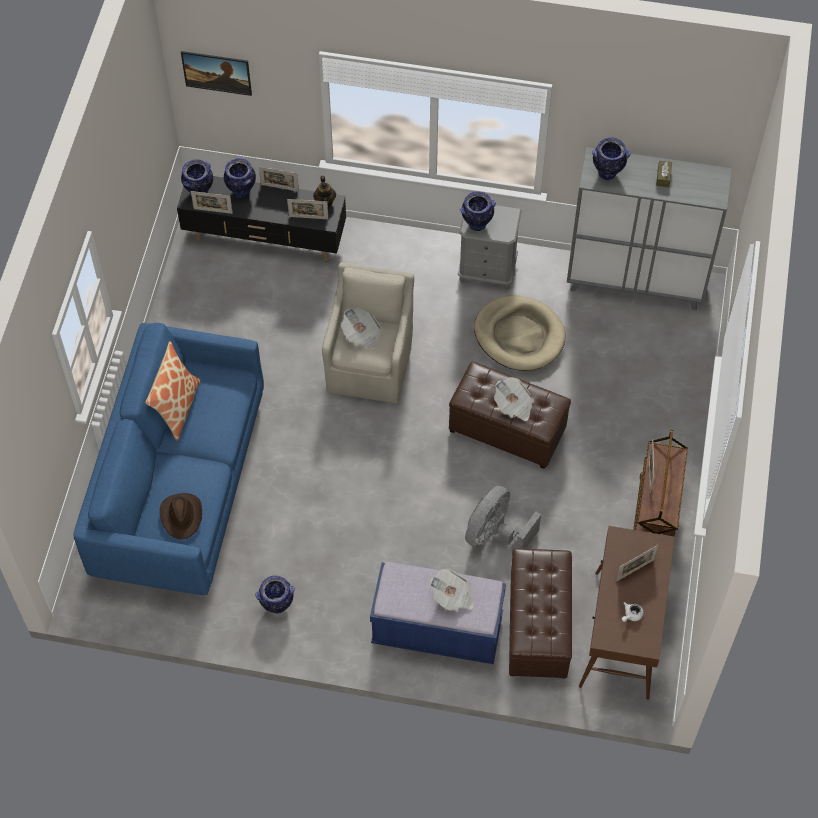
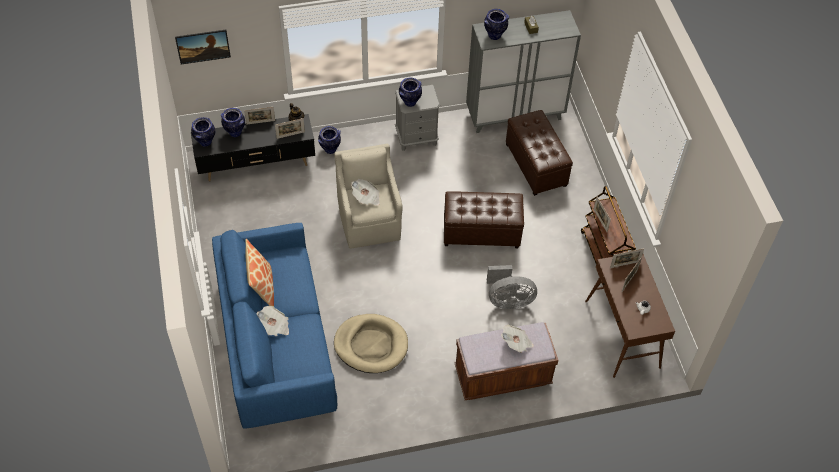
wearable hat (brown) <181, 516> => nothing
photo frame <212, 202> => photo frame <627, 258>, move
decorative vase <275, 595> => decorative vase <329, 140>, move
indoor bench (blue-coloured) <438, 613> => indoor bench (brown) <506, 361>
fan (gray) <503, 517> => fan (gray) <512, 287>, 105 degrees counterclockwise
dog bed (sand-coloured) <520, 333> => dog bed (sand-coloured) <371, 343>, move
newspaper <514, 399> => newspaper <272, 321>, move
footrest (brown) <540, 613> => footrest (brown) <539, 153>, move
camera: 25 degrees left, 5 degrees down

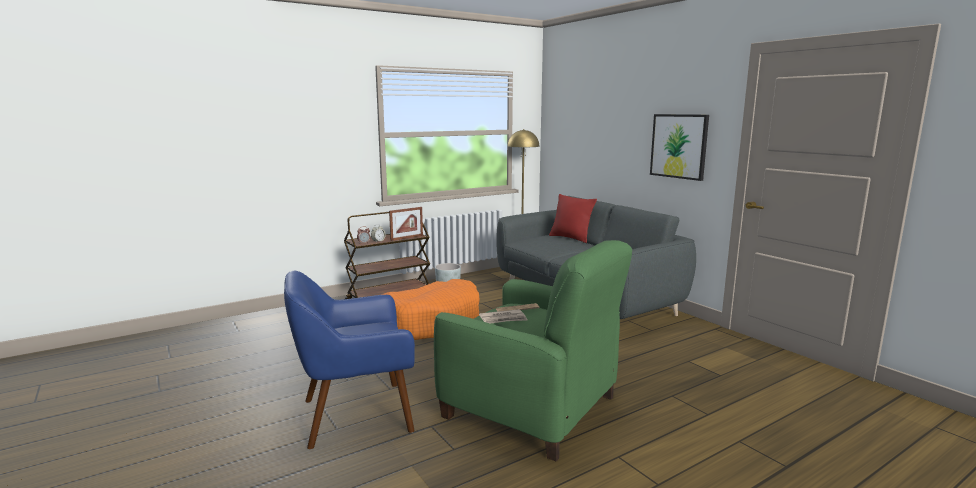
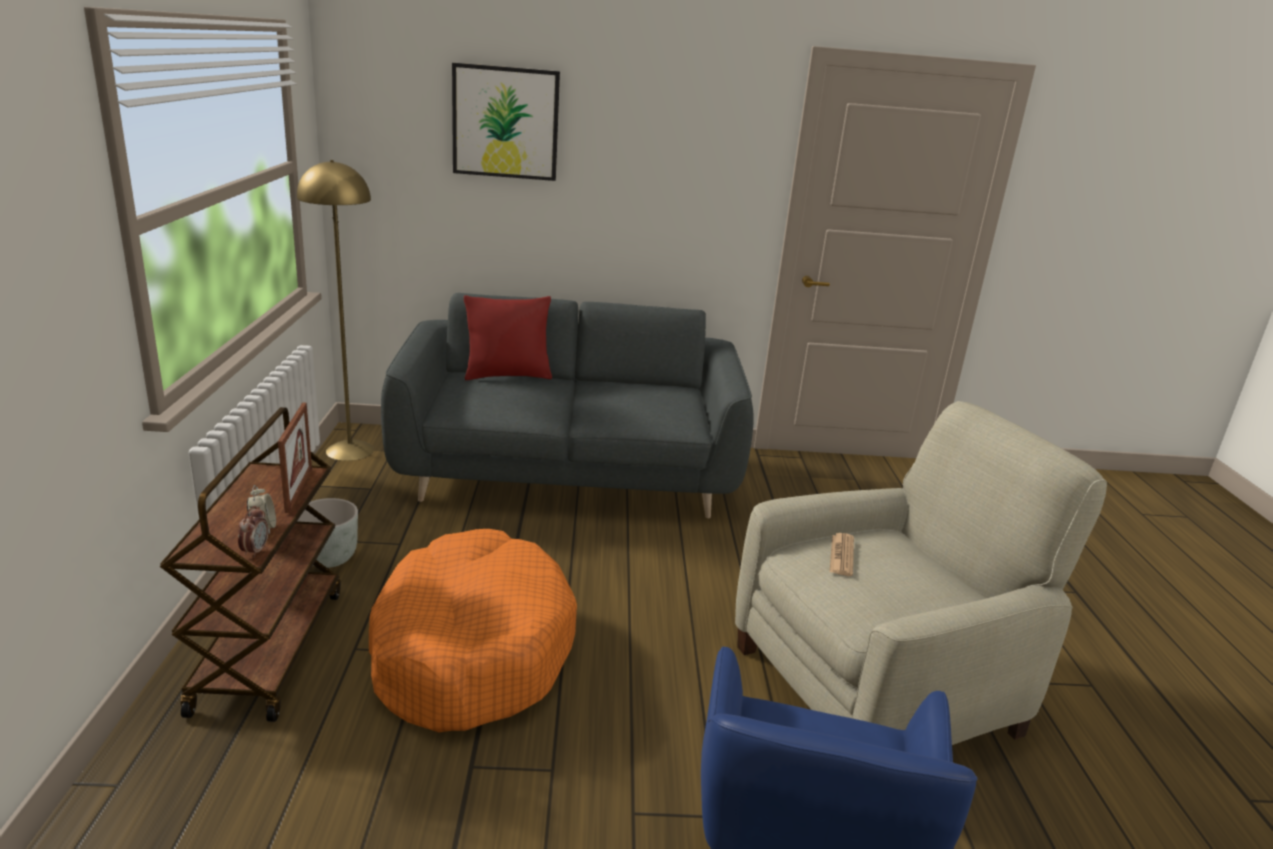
armchair (green-coloured) <533, 350> => armchair (sand-coloured) <921, 573>
newspaper <503, 316> => nothing
wall art <679, 147> => wall art <506, 122>, move
camera: 60 degrees left, 10 degrees up

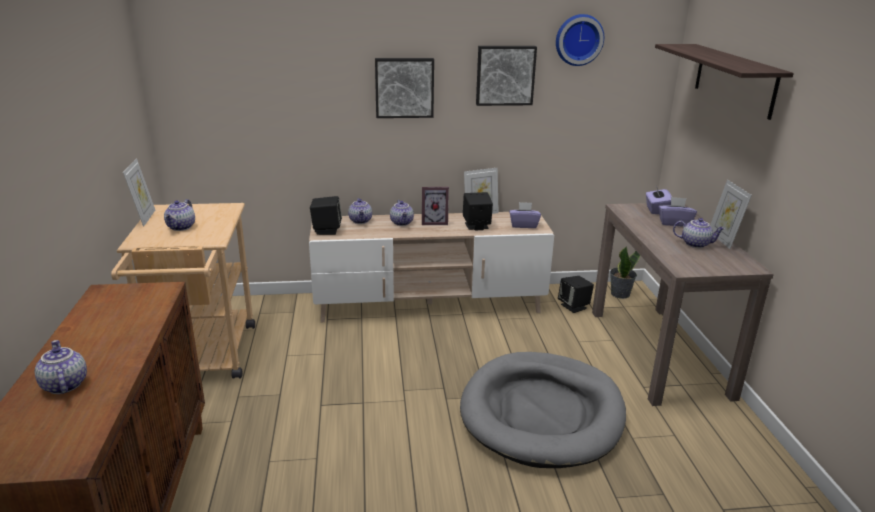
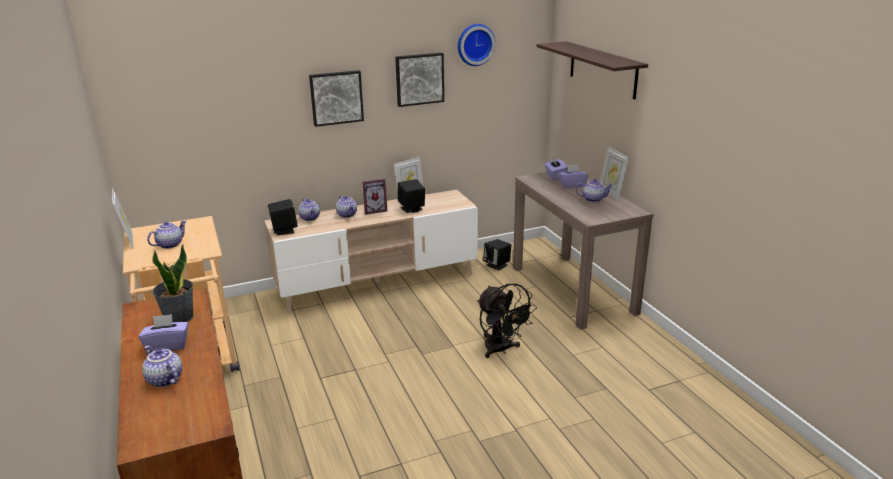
pot for tea <179, 215> => pot for tea <166, 235>, 135 degrees counterclockwise
dog bed (gray) <543, 410> => fan (black-coloured) <507, 321>
tissue box (purplish) <525, 215> => tissue box (purplish) <163, 332>, move
plant in a pot <625, 272> => plant in a pot <173, 283>, move
camera: 15 degrees left, 0 degrees up

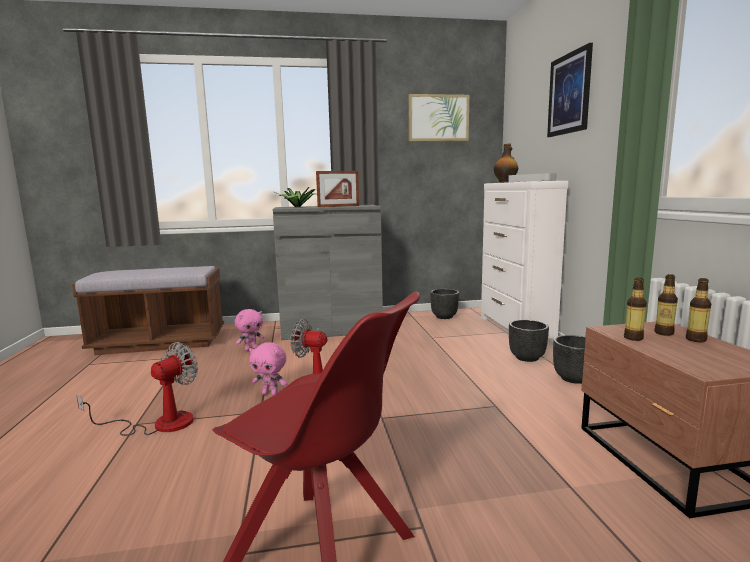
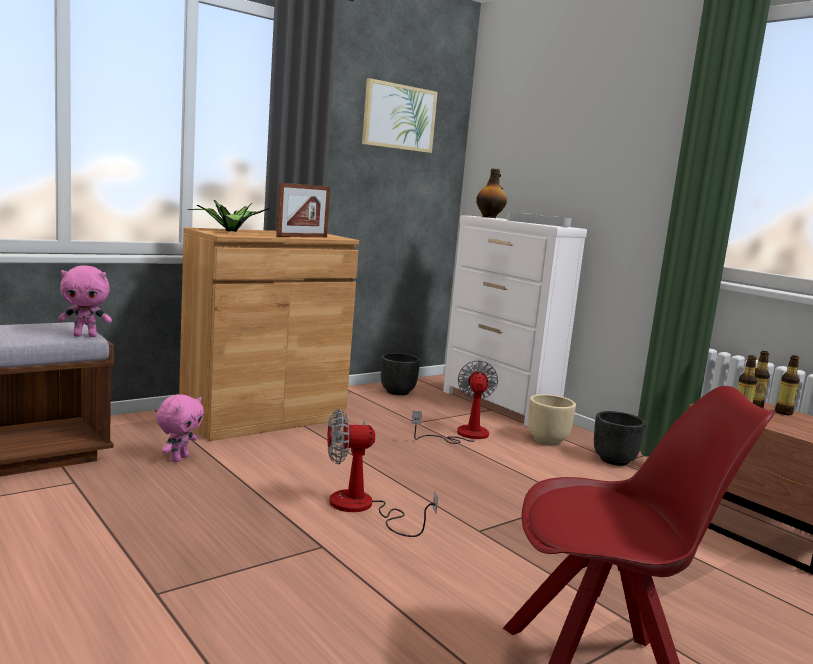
fan <137, 389> => fan <455, 402>, move
cuddly toy (pink-coloured) <268, 369> => cuddly toy (pink-coloured) <85, 301>, move
cupboard (gray) <328, 272> => cupboard (brown) <269, 334>
planter (black-coloured) <529, 341> => planter (sand-coloured) <552, 419>
wall art <570, 90> => nothing
camera: 30 degrees left, 0 degrees up

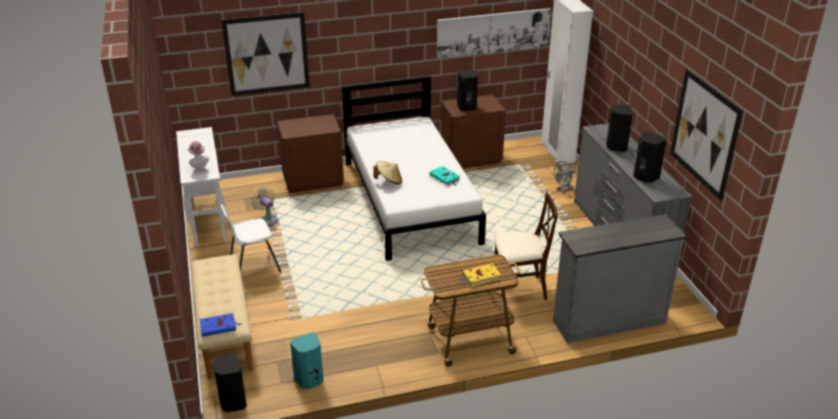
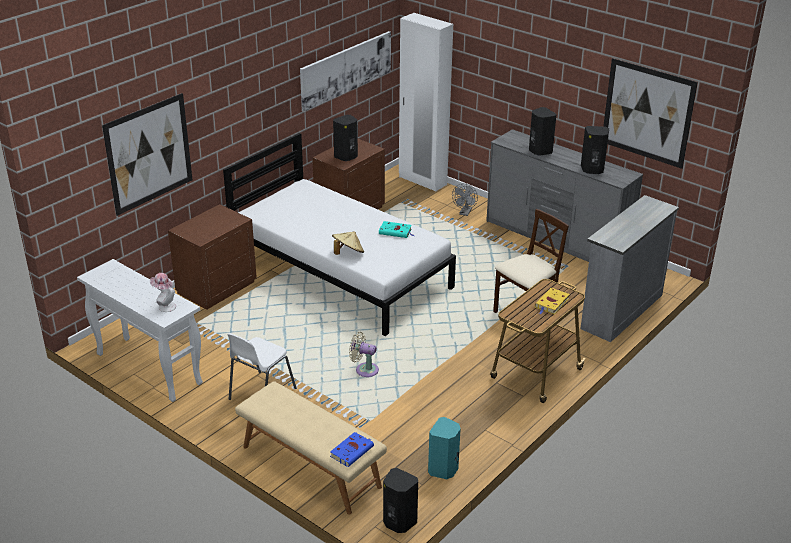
fan (sand-coloured) <264, 206> => fan (sand-coloured) <364, 354>, move
camera: 35 degrees left, 0 degrees up

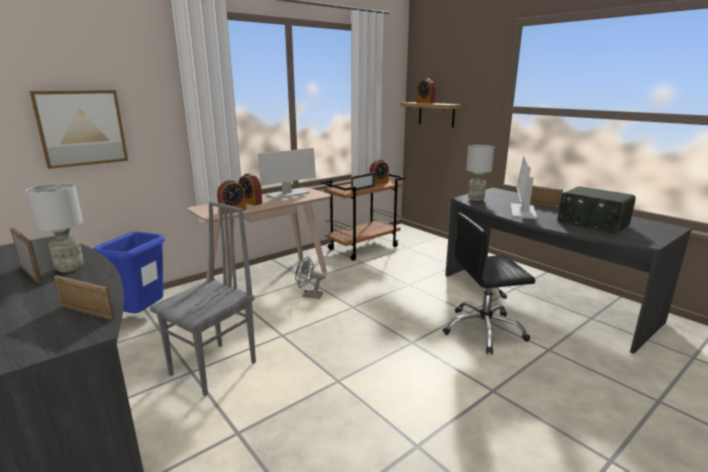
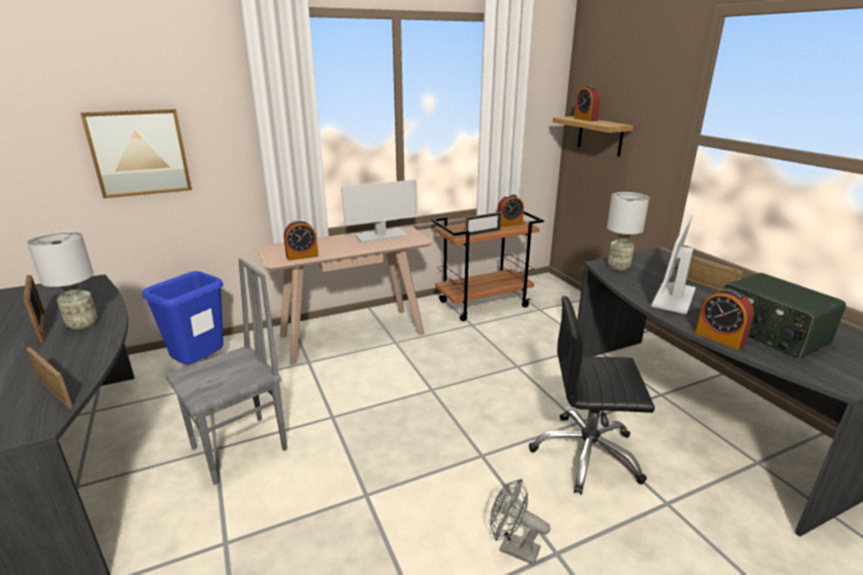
table clock <250, 189> => table clock <724, 319>, move
fan (gray) <310, 277> => fan (gray) <520, 522>, move
camera: 15 degrees right, 5 degrees up

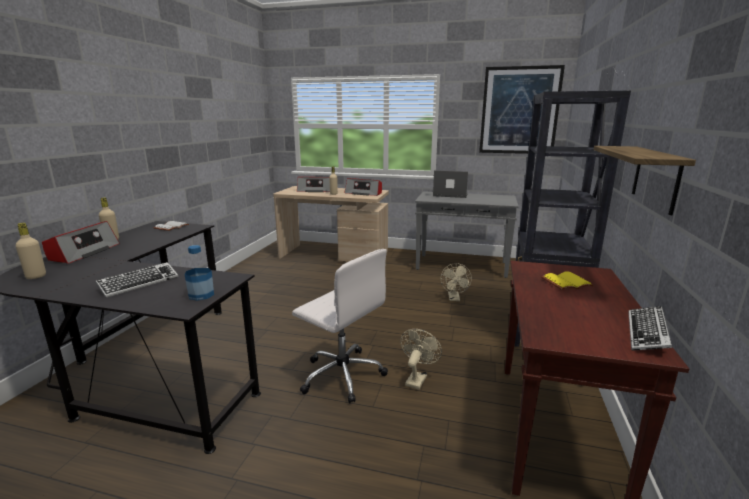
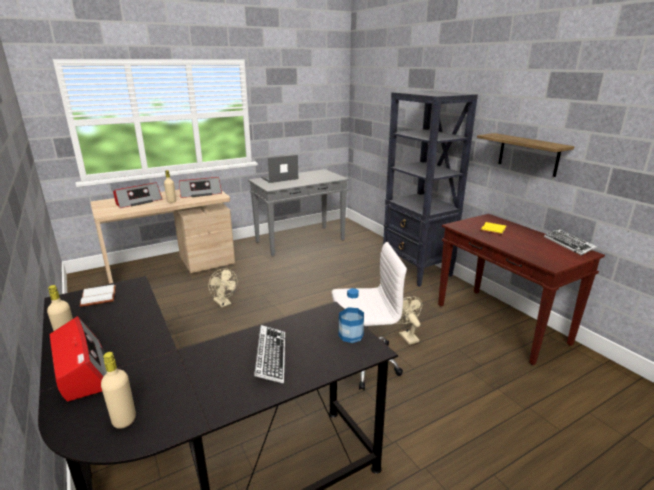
fan (sand-coloured) <456, 282> => fan (sand-coloured) <223, 287>, move
wall art <522, 109> => nothing
camera: 45 degrees left, 5 degrees up

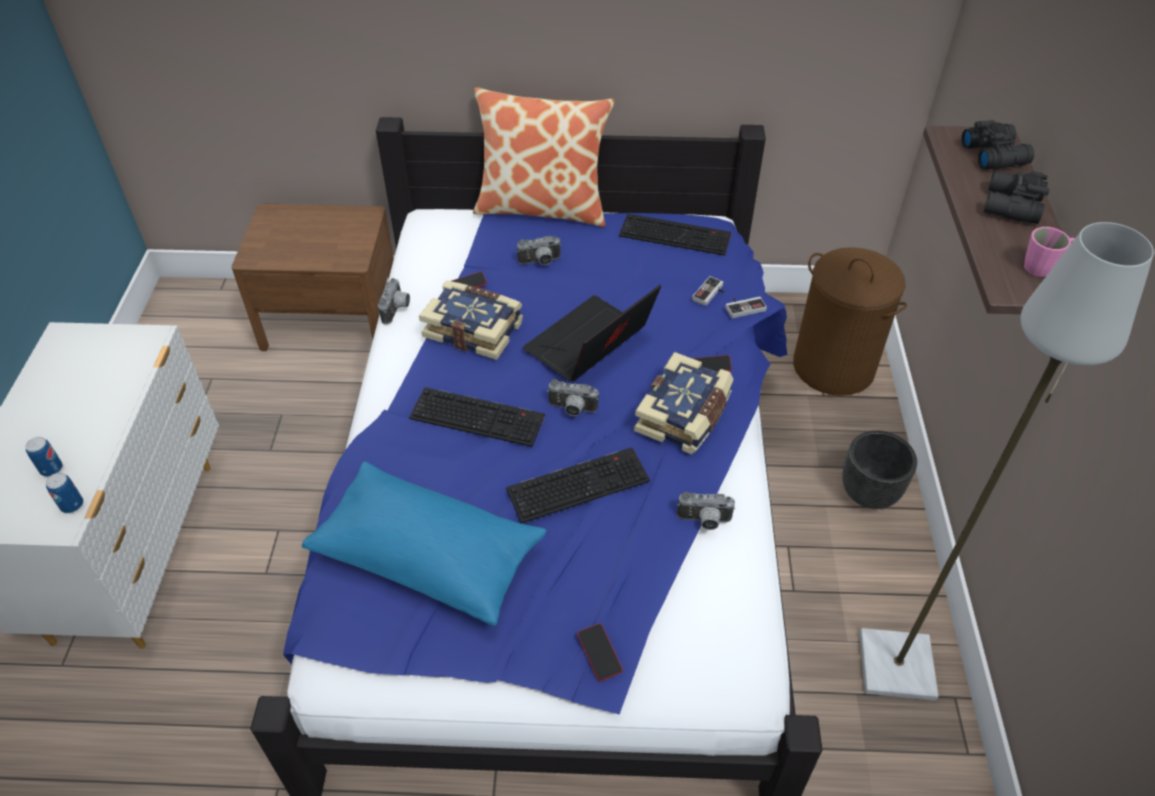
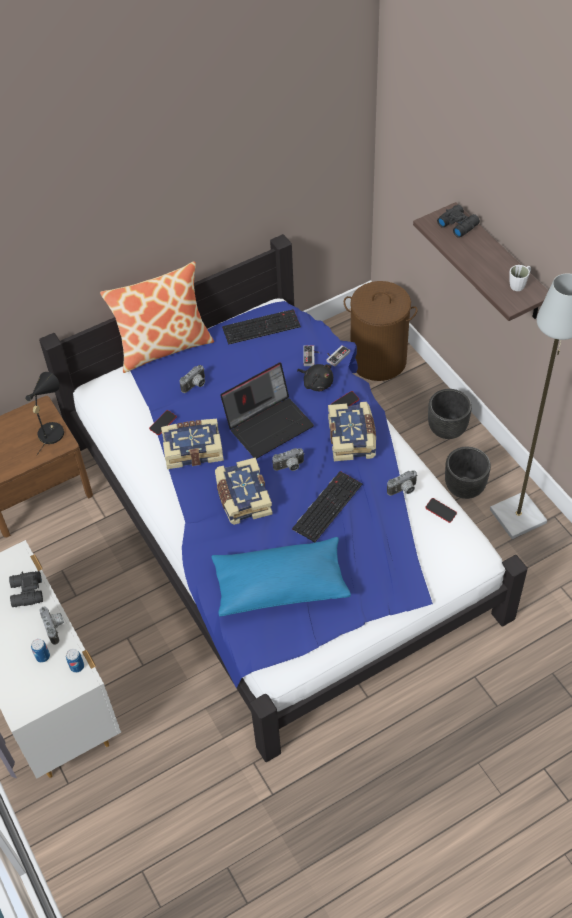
photo camera <394, 301> => photo camera <52, 626>, move
keyboard <477, 417> => volume <244, 491>
laptop <592, 333> => laptop <267, 411>, 135 degrees counterclockwise
handset <600, 652> => handset <441, 510>, move
field glasses (black-coloured) <1017, 197> => field glasses (black-coloured) <26, 589>, move
tea mug (pink-coloured) <1049, 252> => tea mug (white-coloured) <520, 278>
nothing => table lamp (black-coloured) <44, 414>
nothing => cuddly toy (black-coloured) <315, 377>
nothing => planter (black-coloured) <468, 473>
camera: 30 degrees left, 5 degrees up

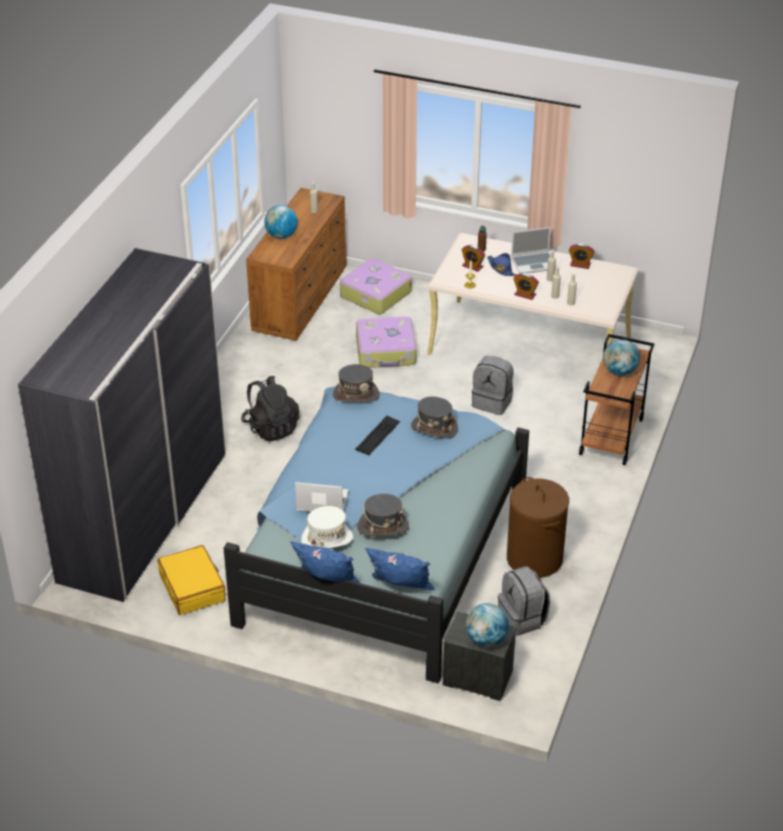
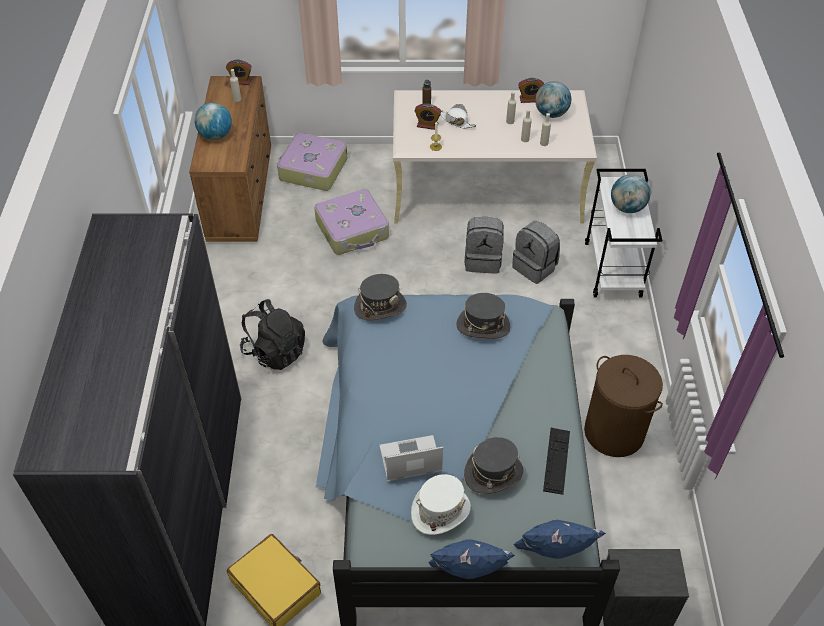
keyboard <377, 435> => keyboard <556, 461>, move
globe <487, 625> => globe <553, 99>, move
wearable hat (blue-coloured) <501, 264> => wearable hat (white-coloured) <458, 116>
backpack (gray) <524, 601> => backpack (gray) <536, 252>, move
laptop <534, 250> => nothing
table clock <526, 286> => table clock <239, 72>, move
trolley (brown) <617, 399> => trolley (white-coloured) <623, 233>
camera: 20 degrees left, 10 degrees up

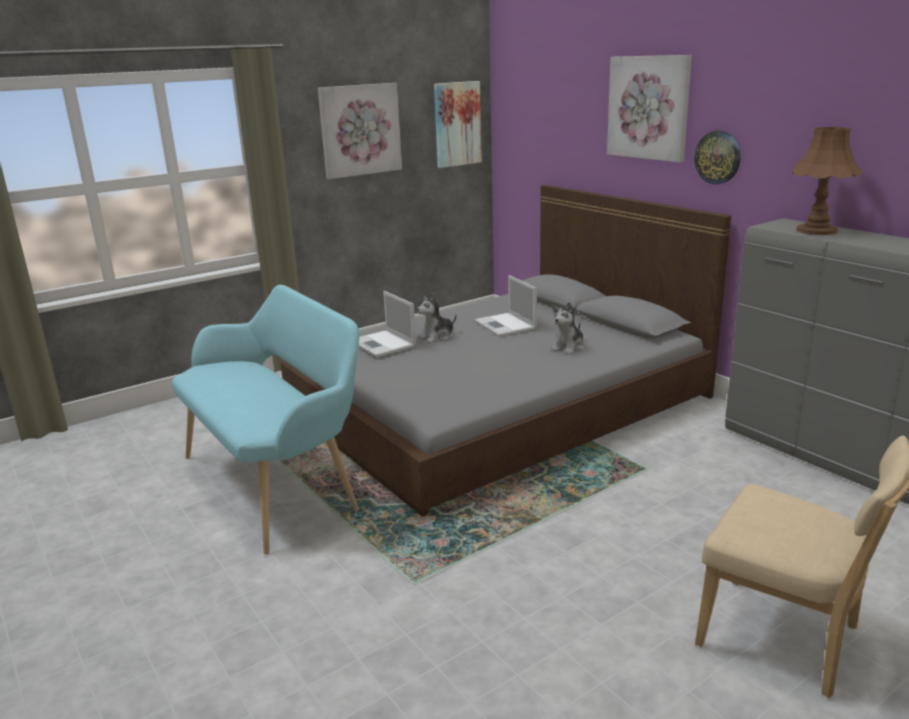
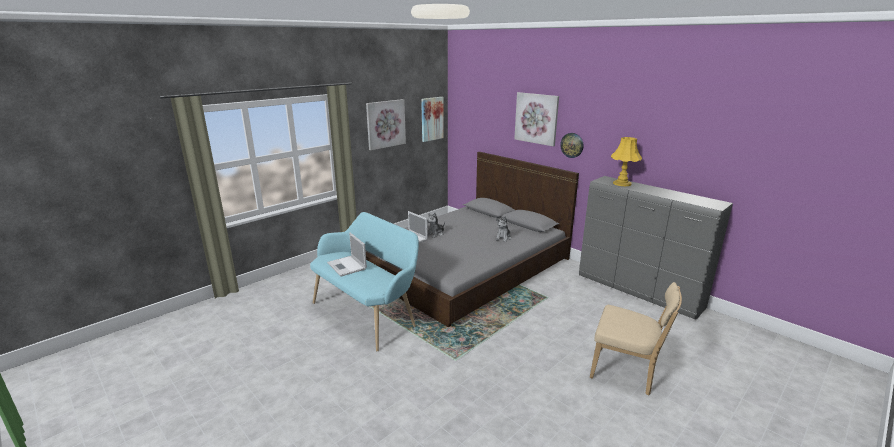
laptop <505, 306> => laptop <347, 255>, move
table lamp (brown) <827, 181> => table lamp (yellow) <626, 161>
camera: 10 degrees left, 0 degrees up

